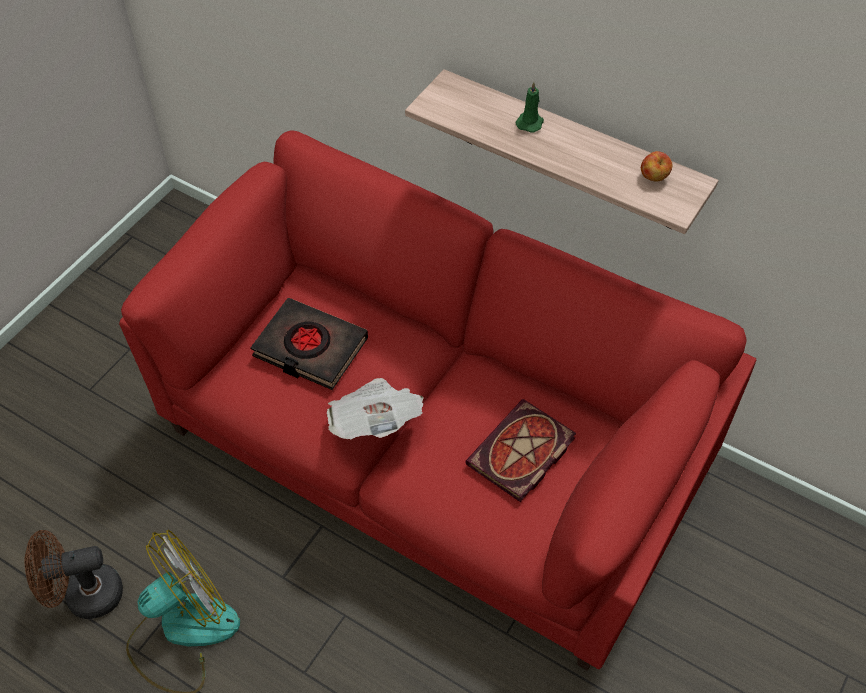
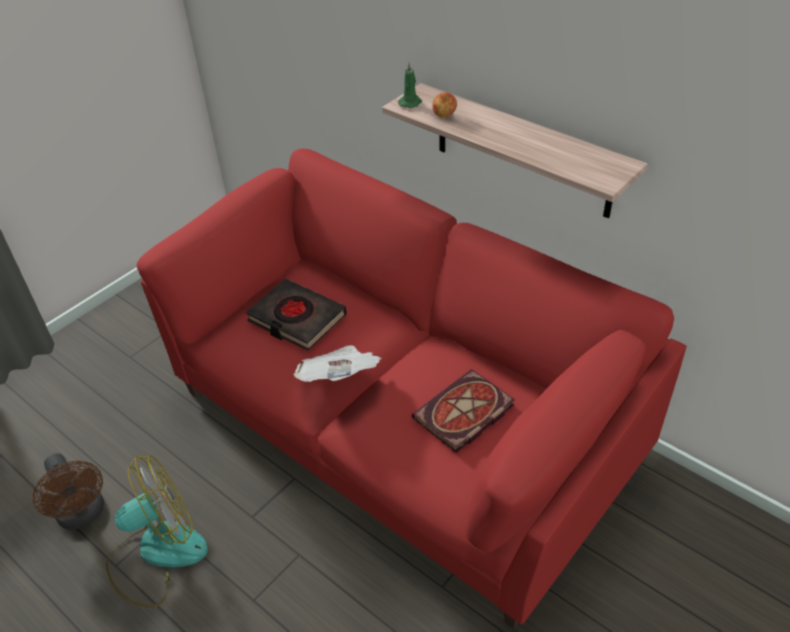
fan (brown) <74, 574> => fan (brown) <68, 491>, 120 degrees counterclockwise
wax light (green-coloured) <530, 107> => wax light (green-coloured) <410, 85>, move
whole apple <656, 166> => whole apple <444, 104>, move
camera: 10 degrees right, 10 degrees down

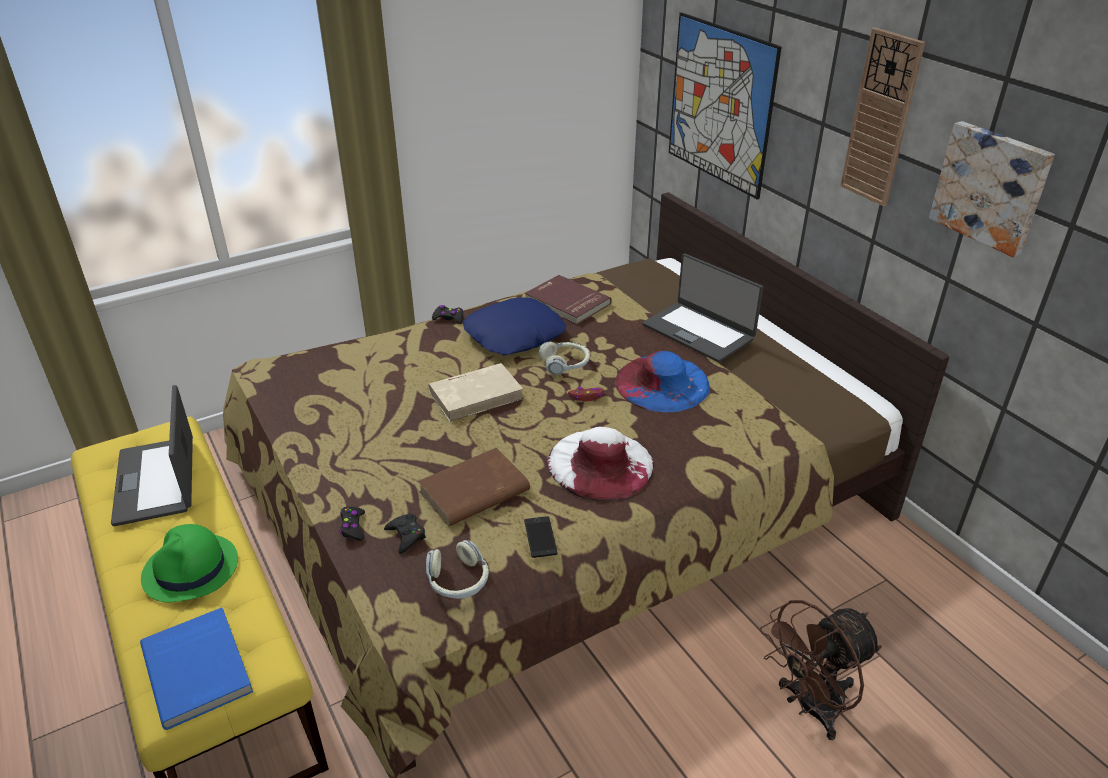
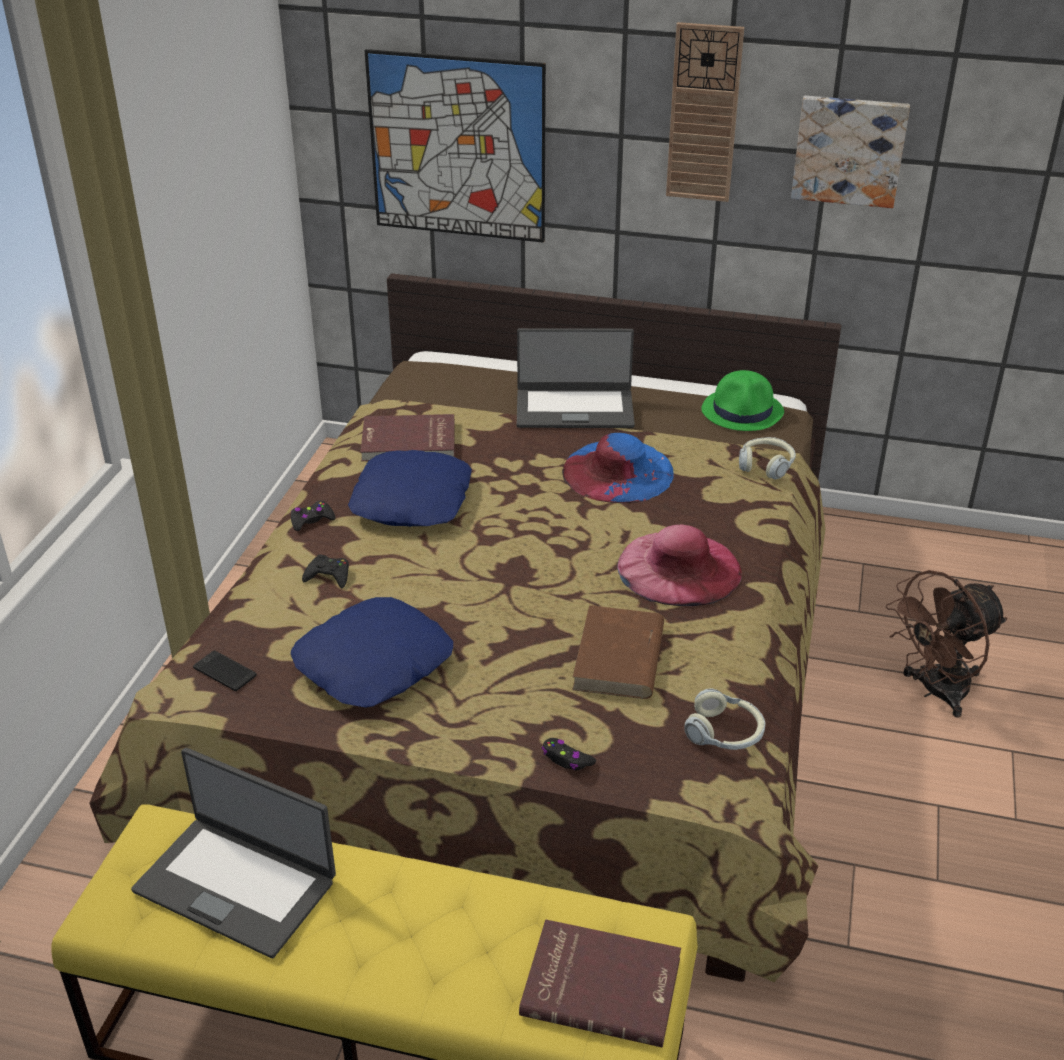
volume (blue-coloured) <196, 669> => volume (red) <600, 983>
wearable hat (green-coloured) <189, 563> => wearable hat (green-coloured) <742, 400>, move
game controller (black-coloured) <405, 534> => game controller (black-coloured) <325, 571>, move
volume (sand-coloured) <475, 392> => nothing
handset <541, 537> => handset <225, 670>, move
headphones <564, 358> => headphones <767, 458>, move
wearable hat (white-coloured) <600, 464> => wearable hat (pink-coloured) <679, 565>
game controller (red) <586, 394> => nothing
fan (brown) <821, 670> => fan (brown) <947, 644>, 45 degrees clockwise
nothing => pillow (blue-coloured) <372, 652>
camera: 45 degrees left, 0 degrees up

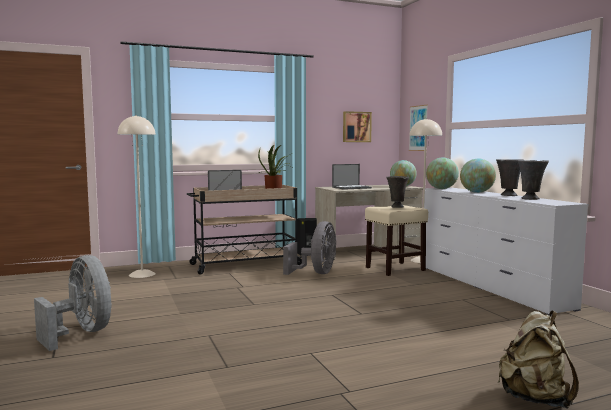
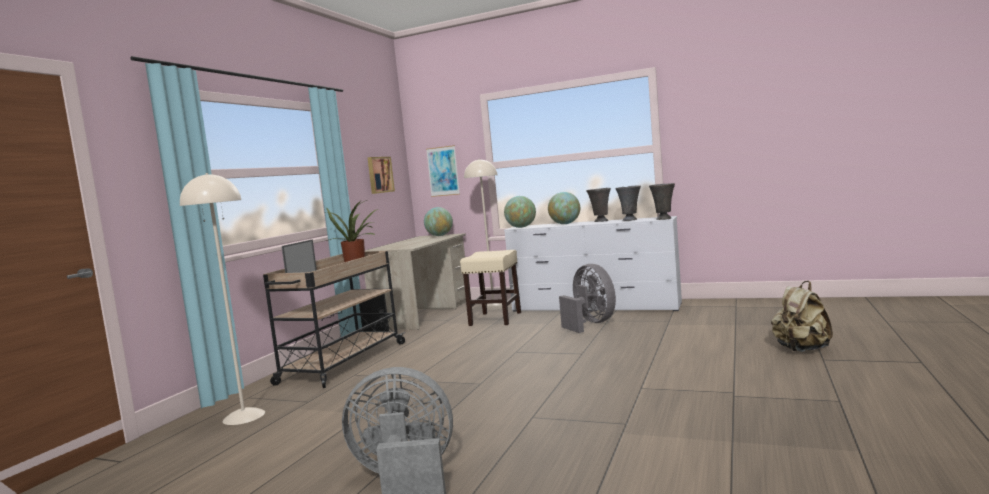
fan (gray) <309, 248> => fan (gray) <587, 298>, move
laptop <352, 177> => nothing
decorative vase (gray) <397, 192> => decorative vase (gray) <662, 201>, move
camera: 45 degrees left, 0 degrees up

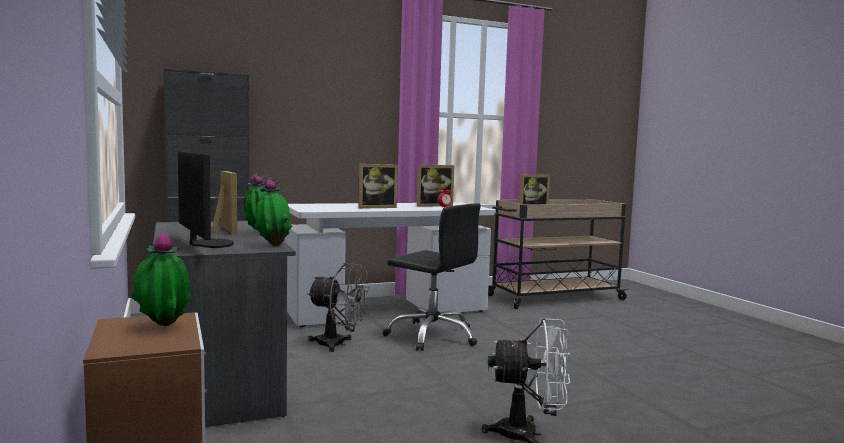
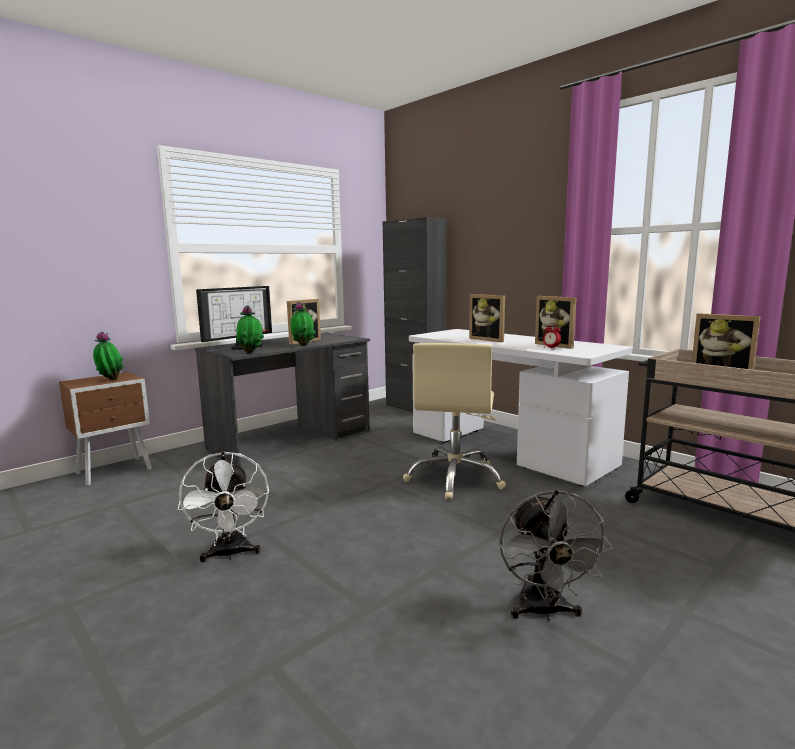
fan (gray) <338, 307> => fan (gray) <556, 555>, move
office chair (black-coloured) <432, 277> => office chair (sand-coloured) <454, 421>
camera: 70 degrees right, 5 degrees up

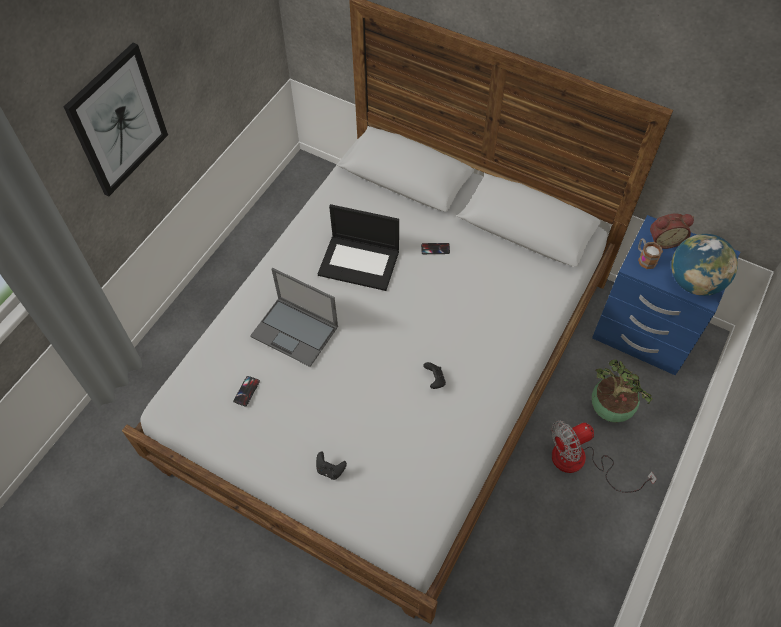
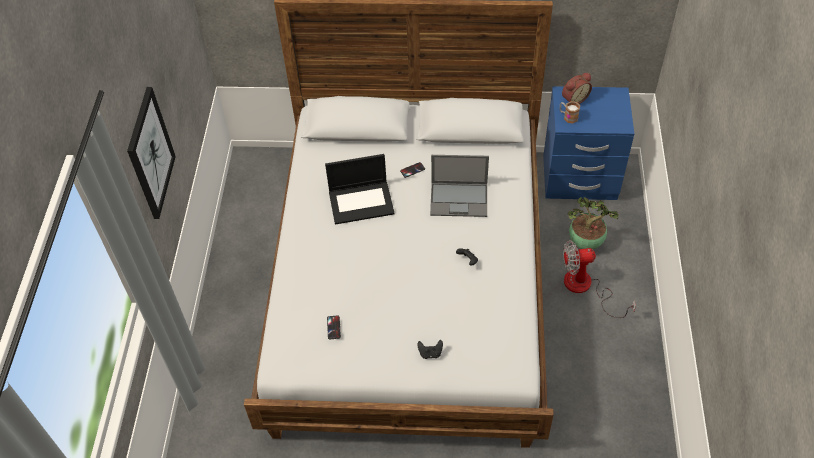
laptop <294, 317> => laptop <459, 186>, move
fan <604, 456> => fan <599, 279>, 45 degrees clockwise
globe <704, 265> => nothing
camera: 25 degrees left, 5 degrees down

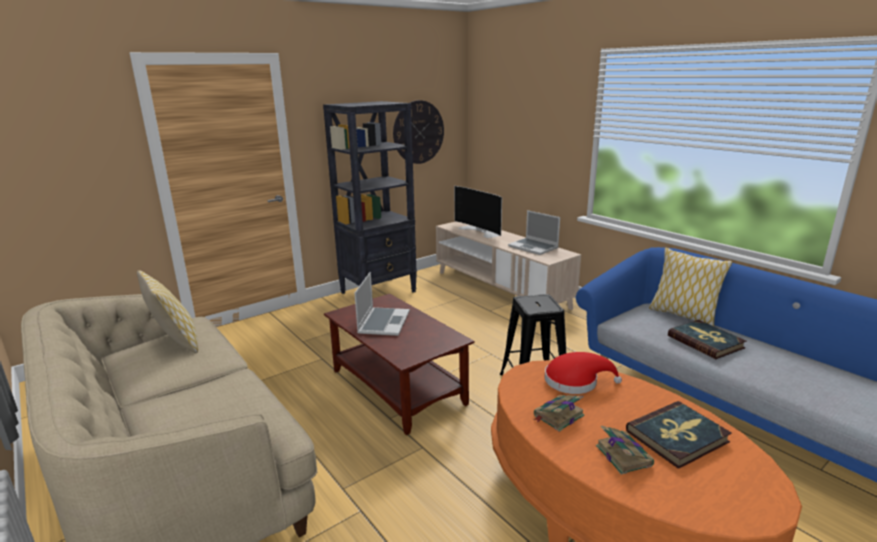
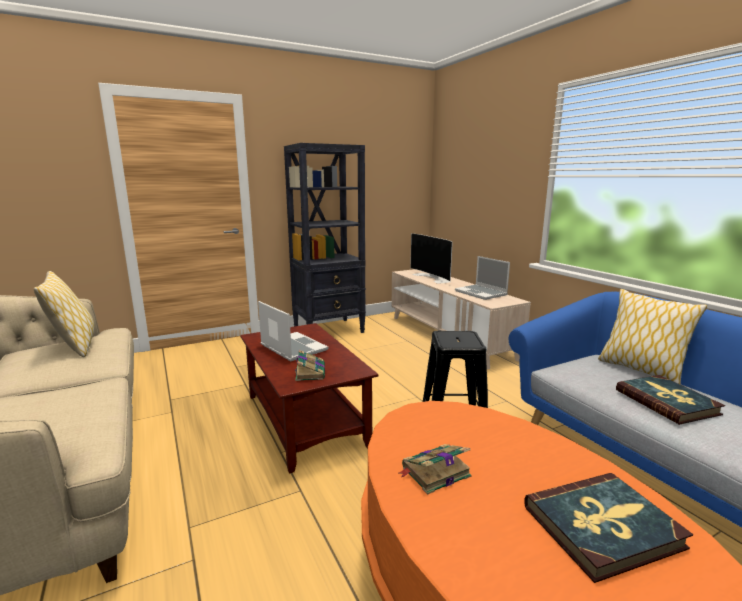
laptop <382, 304> => laptop <293, 331>, 60 degrees counterclockwise
hanging clock <418, 132> => nothing
wearable hat (red) <583, 373> => nothing
volume <625, 450> => volume <310, 365>, move
camera: 10 degrees right, 5 degrees down

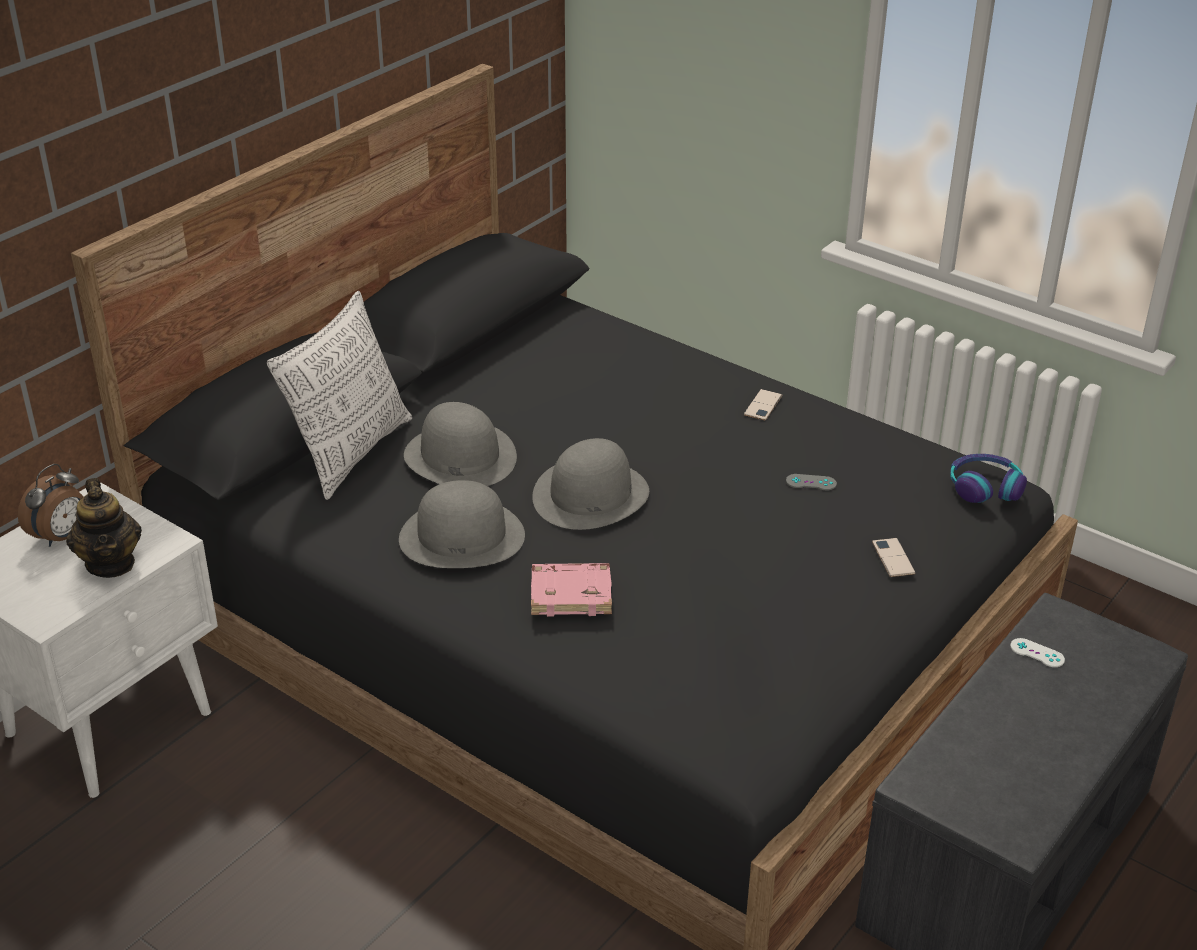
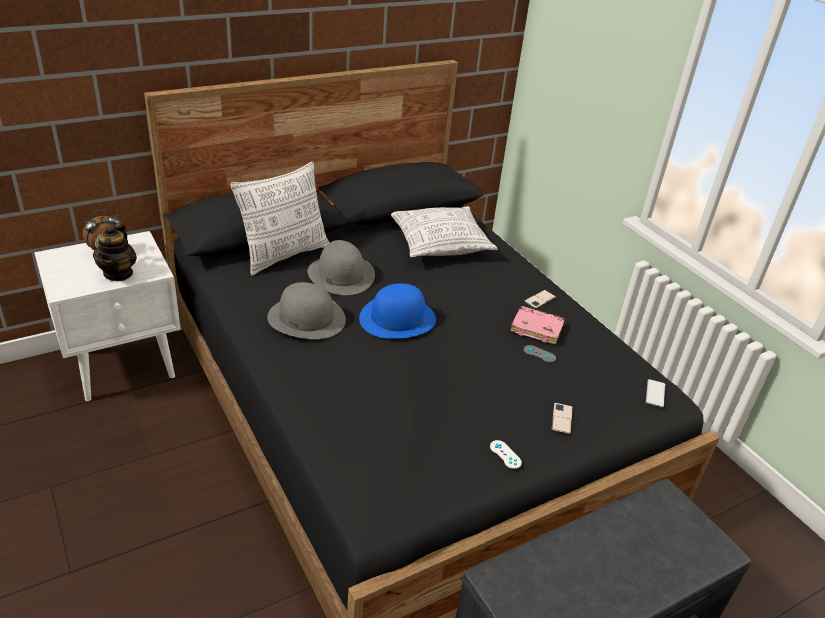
volume (pink-coloured) <571, 590> => volume (pink-coloured) <537, 325>, move
wearable hat (gray) <590, 484> => wearable hat (blue-coloured) <397, 311>
headphones <988, 478> => handset <655, 393>
game controller (white-coloured) <1038, 652> => game controller (white-coloured) <506, 454>, move
nothing => pillow <444, 231>
camera: 20 degrees right, 0 degrees up

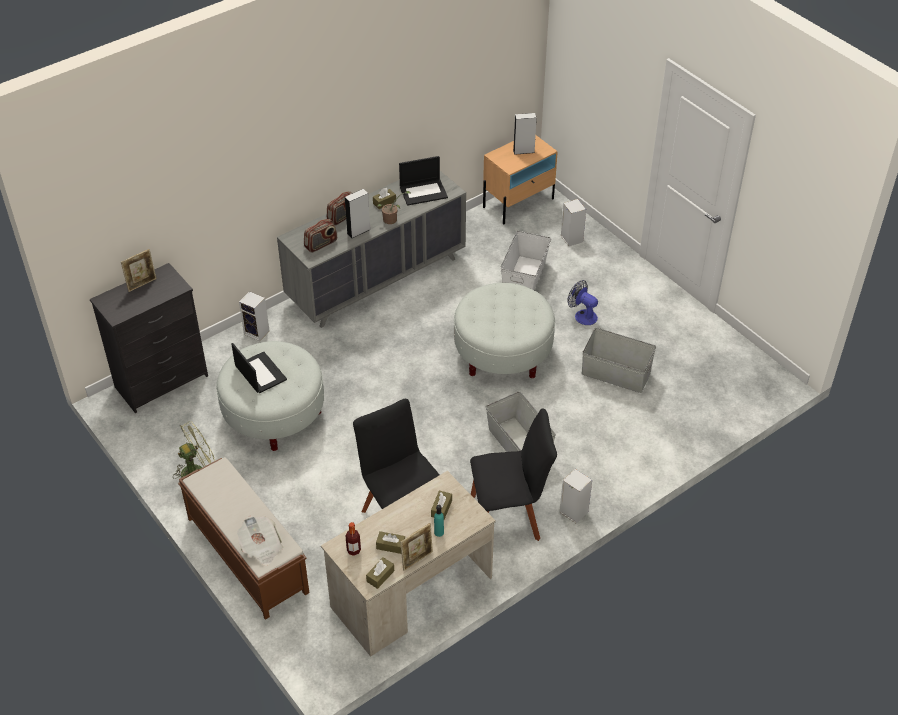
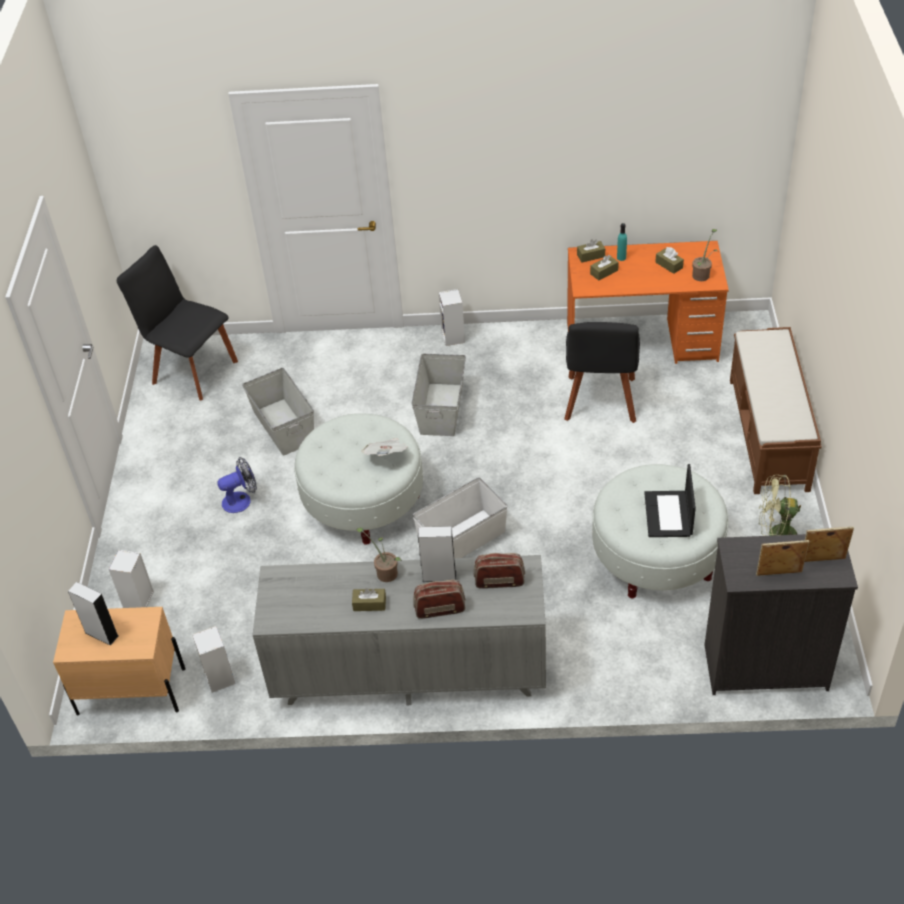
newspaper <260, 541> => newspaper <384, 447>, move
speaker <254, 316> => speaker <213, 659>, move
desk unit (sand-coloured) <408, 564> => desk unit (orangey) <648, 302>
bottle <353, 539> => plant in a pot <705, 255>
tissue box (brown) <380, 573> => tissue box (brown) <591, 251>, move
laptop <423, 181> => nothing
photo frame <416, 547> => photo frame <829, 544>, move
upright chair (black-coloured) <513, 475> => upright chair (black-coloured) <177, 323>, move
storage bin (white-coloured) <525, 260> => storage bin (white-coloured) <460, 517>, move
fan <582, 302> => fan <237, 485>, 105 degrees counterclockwise
camera: 140 degrees left, 0 degrees up

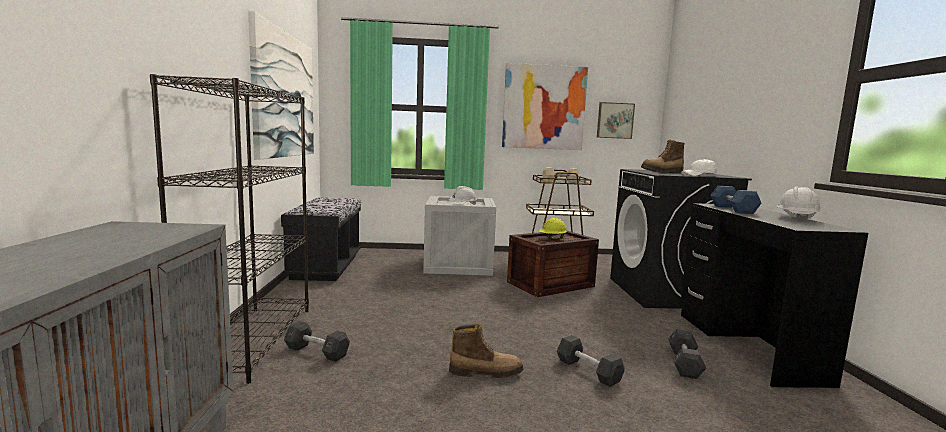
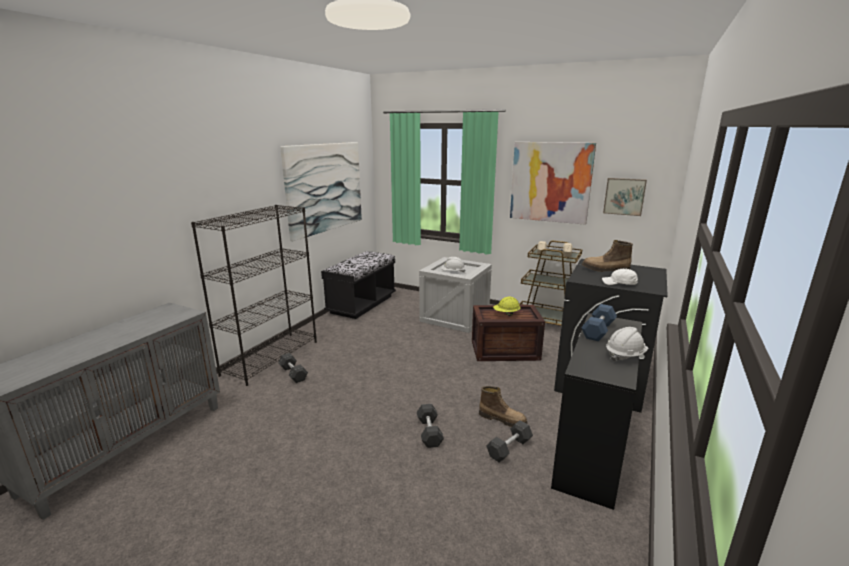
boot <486, 351> => boot <503, 406>, move
camera: 30 degrees right, 10 degrees up

